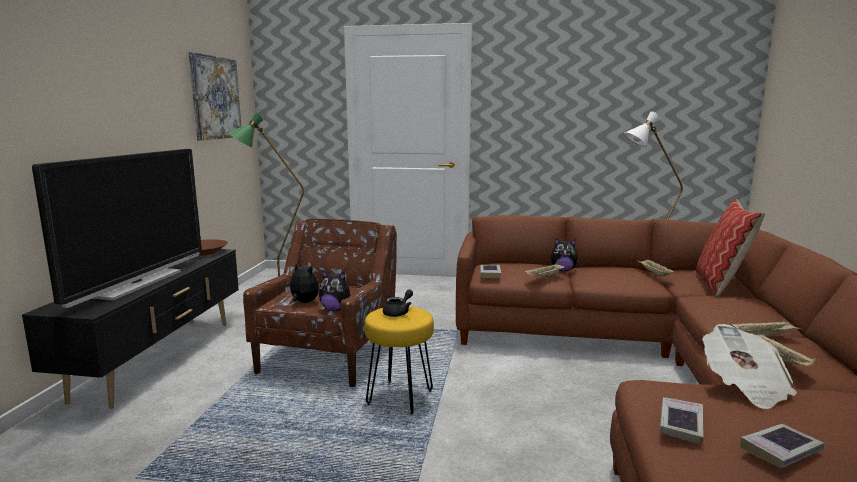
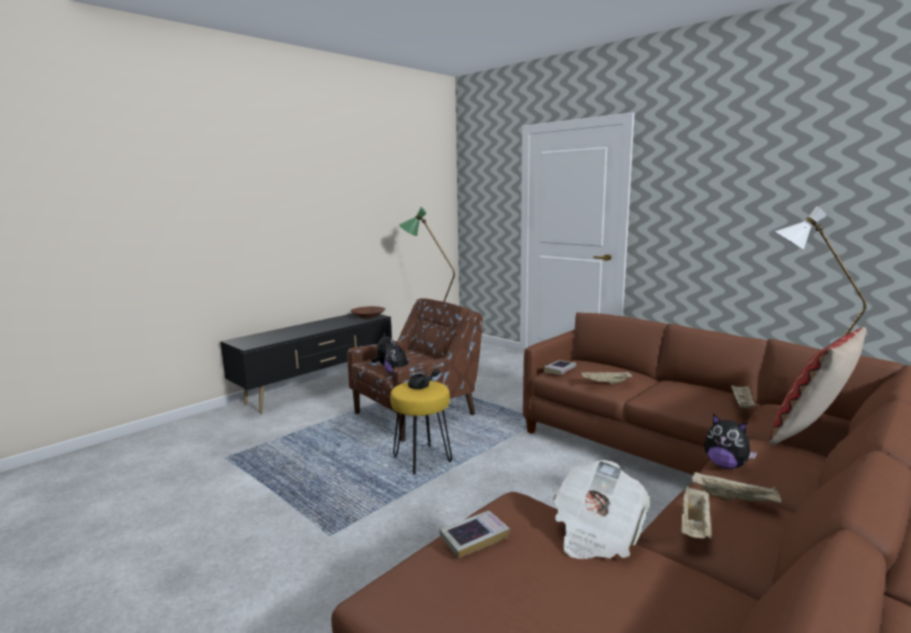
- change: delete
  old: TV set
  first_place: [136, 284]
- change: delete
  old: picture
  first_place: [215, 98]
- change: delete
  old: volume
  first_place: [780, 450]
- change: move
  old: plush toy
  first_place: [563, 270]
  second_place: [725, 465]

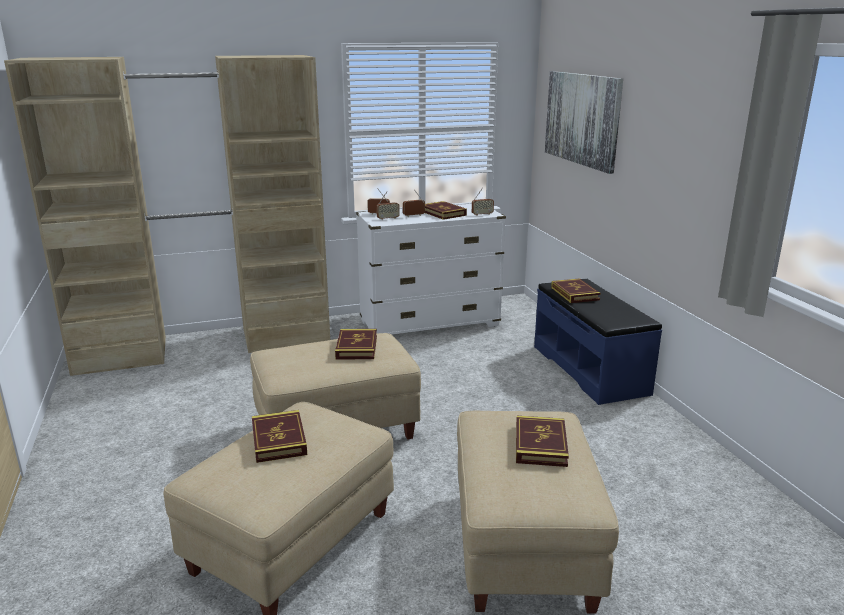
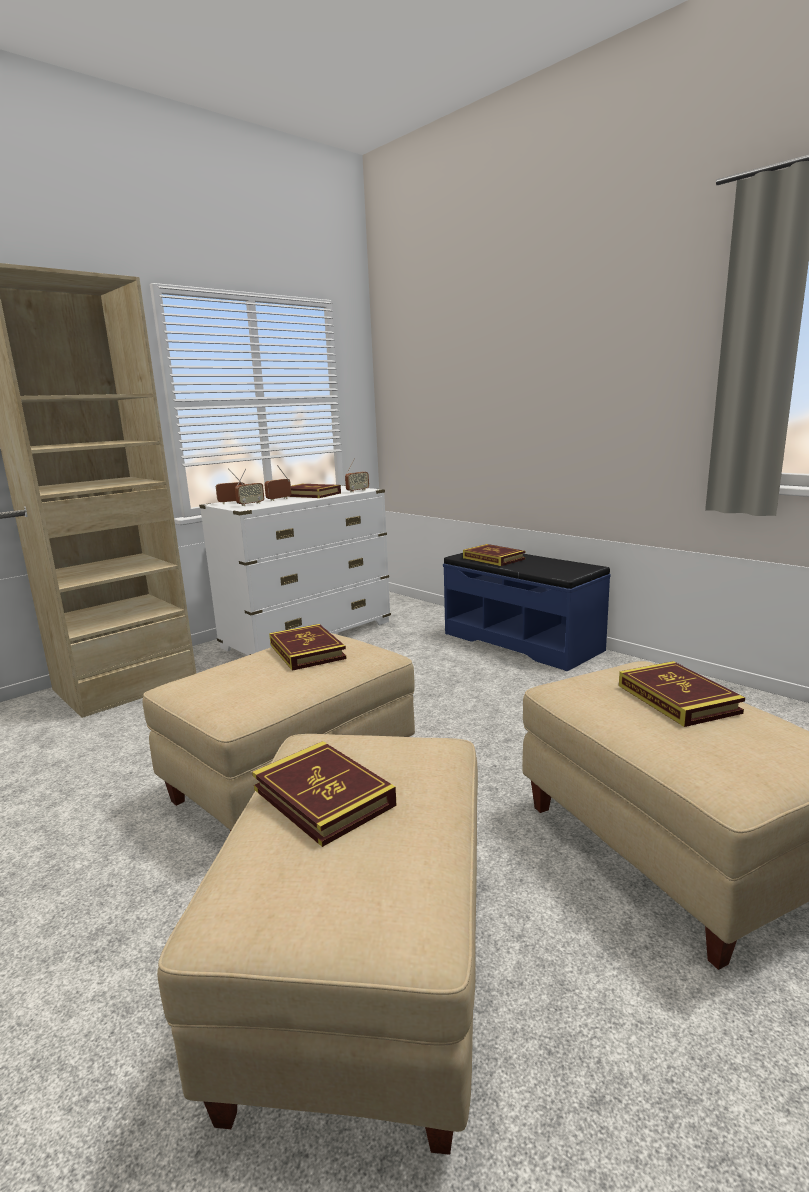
- change: delete
  old: picture
  first_place: [582, 119]

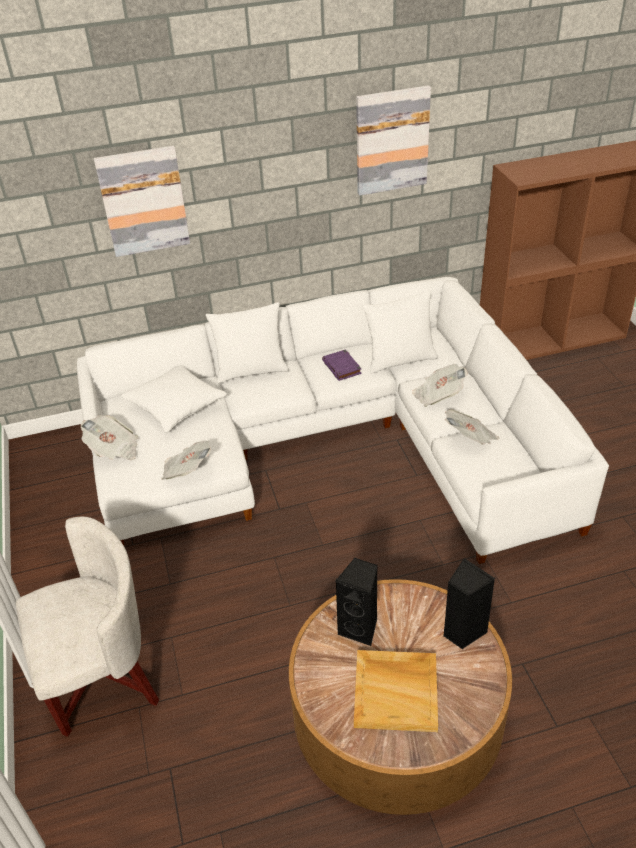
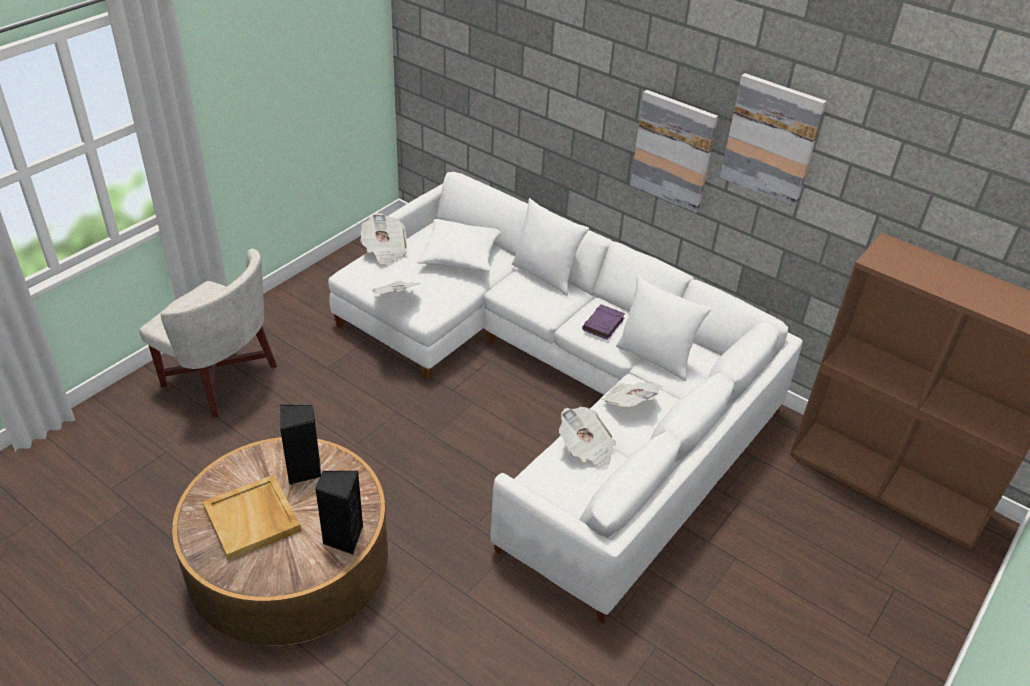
- change: move
  old: picture
  first_place: [143, 201]
  second_place: [673, 151]

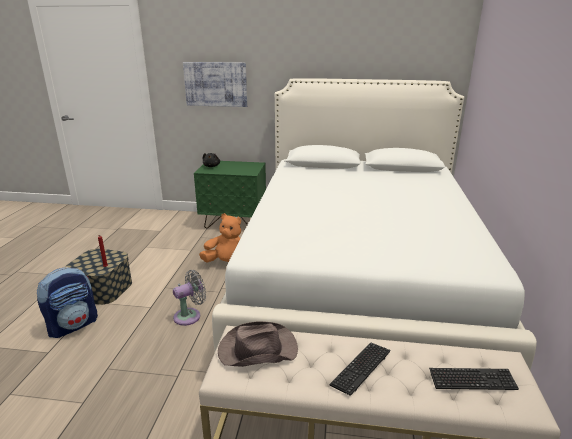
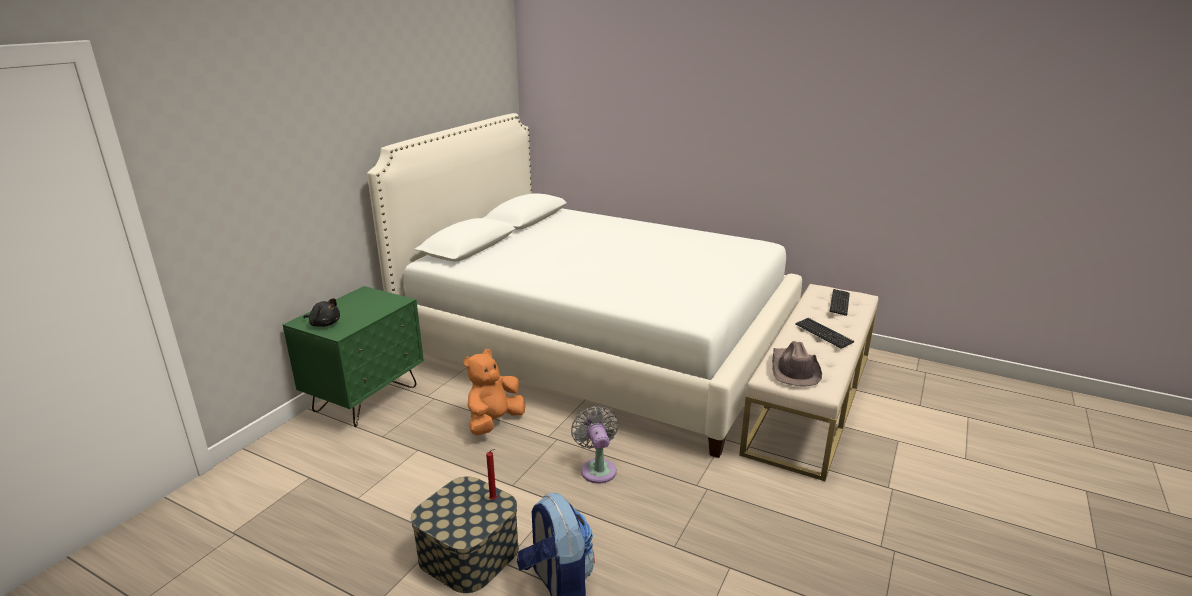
- change: delete
  old: picture
  first_place: [216, 84]

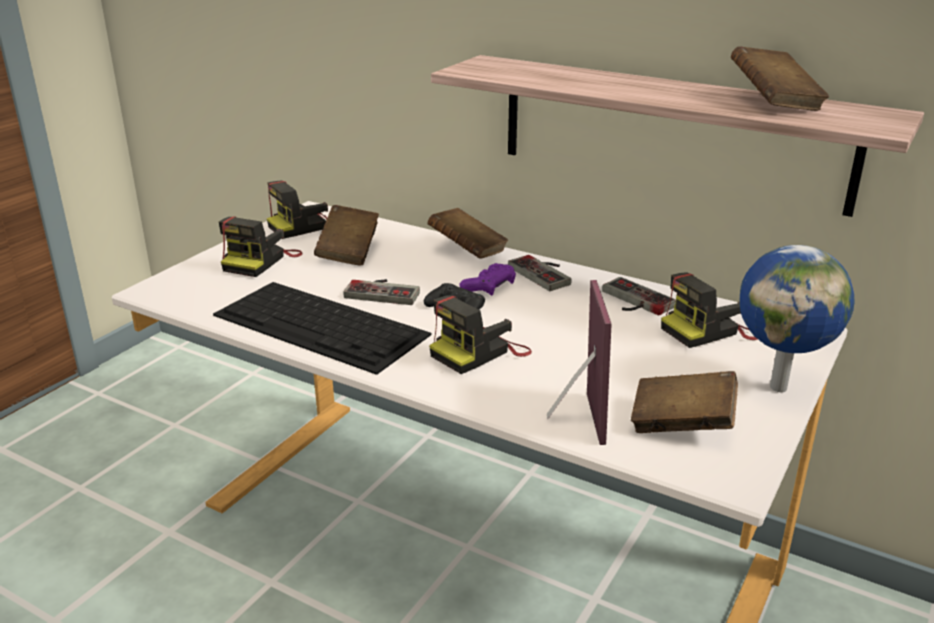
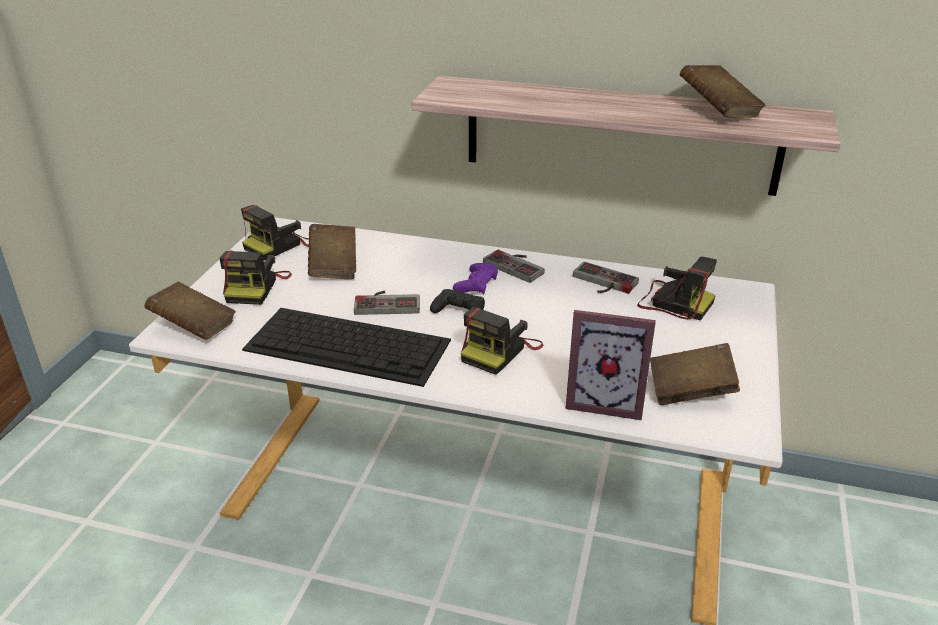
- change: delete
  old: globe
  first_place: [779, 386]
- change: move
  old: volume/brownish
  first_place: [468, 250]
  second_place: [194, 327]
- change: rotate
  old: photo frame
  first_place: [573, 418]
  second_place: [605, 401]
  degrees: 120
- change: rotate
  old: photo camera
  first_place: [708, 331]
  second_place: [673, 302]
  degrees: -105

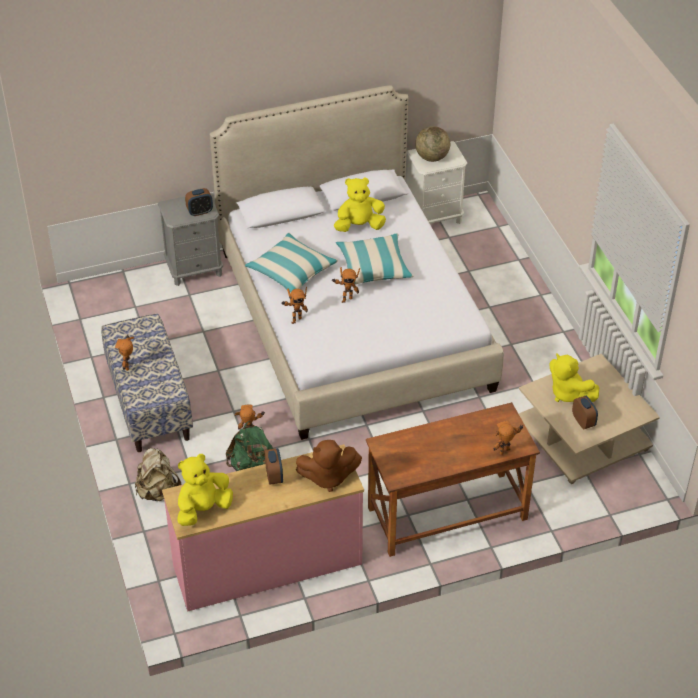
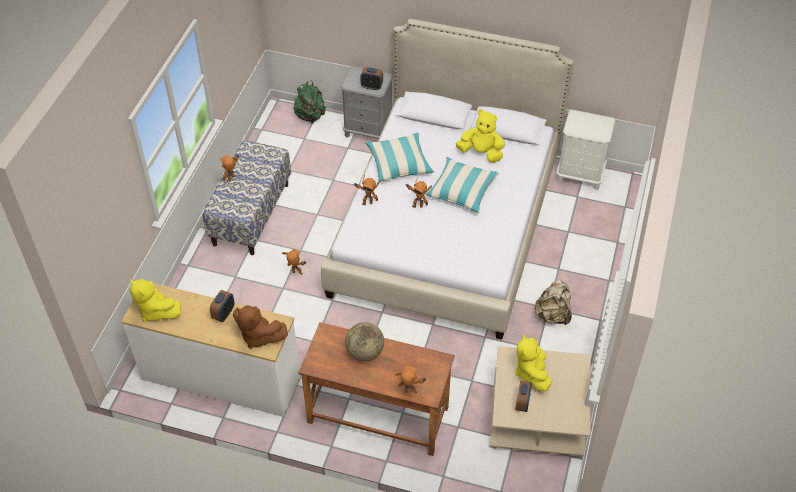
- change: move
  old: rucksack/beige-coloured
  first_place: [158, 491]
  second_place: [553, 315]
- change: move
  old: rucksack/green-coloured
  first_place: [252, 466]
  second_place: [310, 116]
- change: move
  old: globe
  first_place: [432, 157]
  second_place: [365, 352]
- change: recolor
  old: chest of drawers/pink
  new: chest of drawers/white
  first_place: [268, 566]
  second_place: [220, 378]
- change: rotate
  old: plush toy/yellowish
  first_place: [203, 509]
  second_place: [156, 311]
  degrees: -135

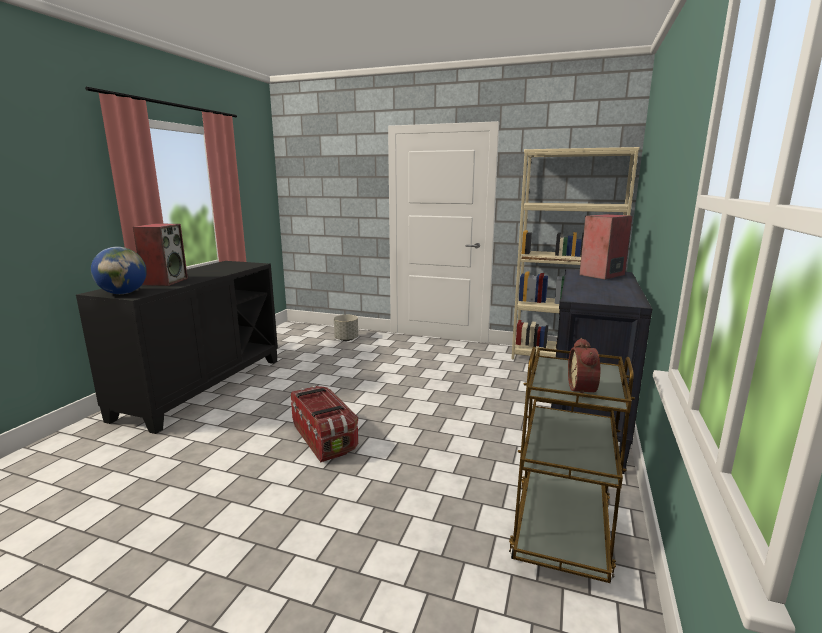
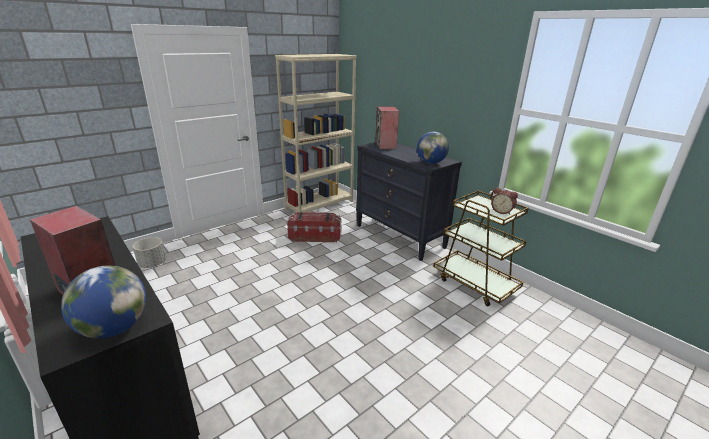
- change: insert
  new: globe
  second_place: [430, 162]
- change: move
  old: storage container
  first_place: [324, 438]
  second_place: [315, 236]

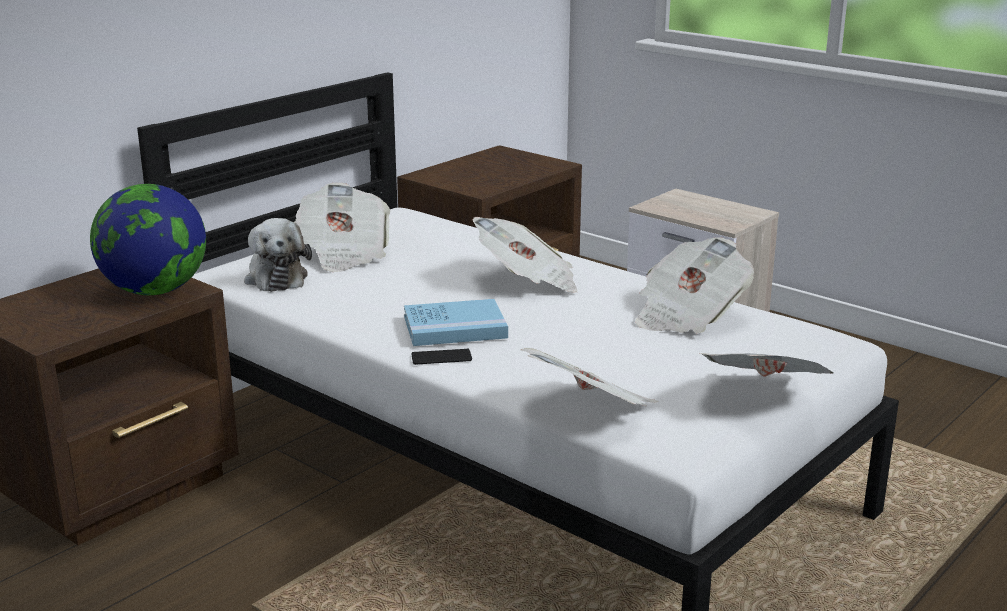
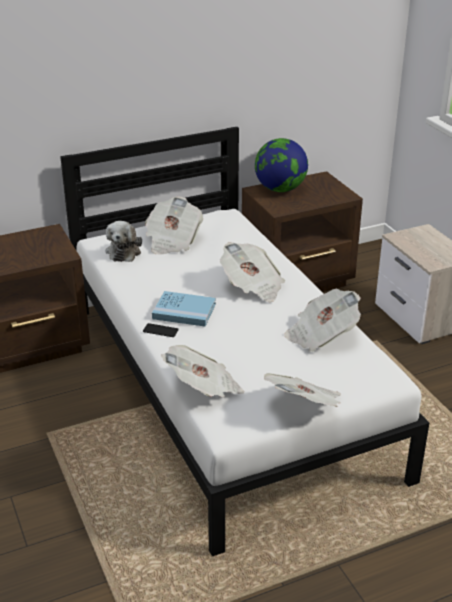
- change: move
  old: globe
  first_place: [155, 291]
  second_place: [280, 189]

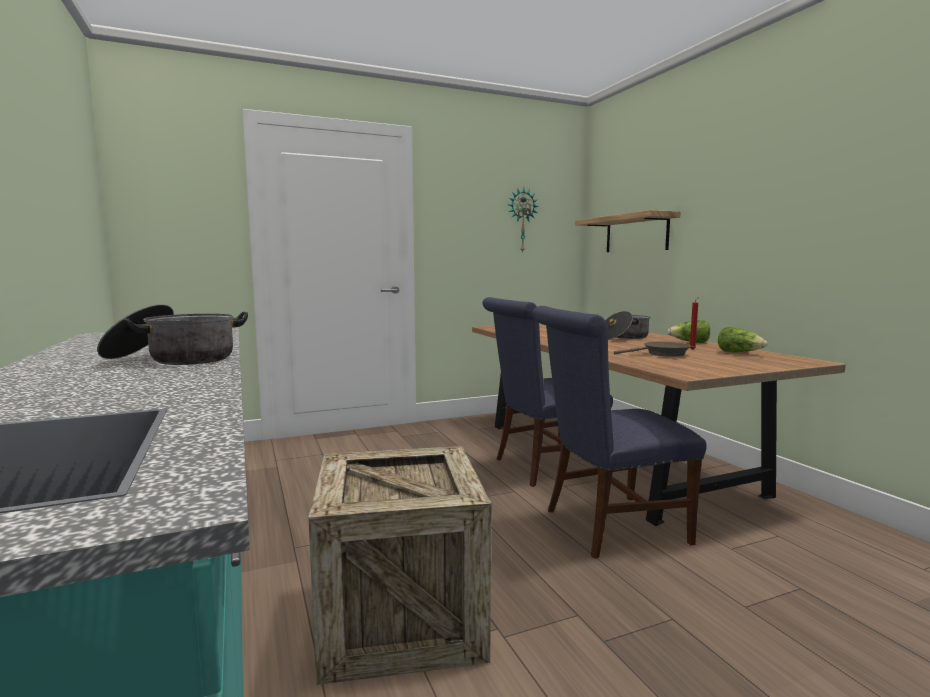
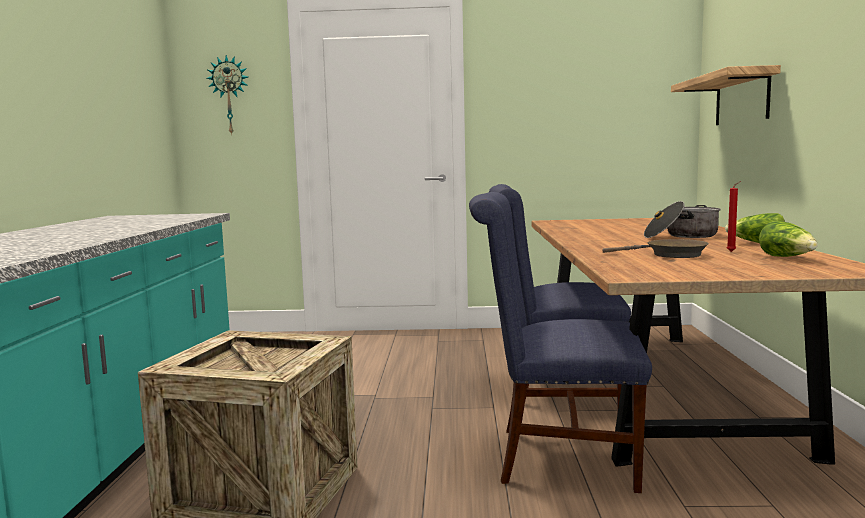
- change: delete
  old: stockpot
  first_place: [174, 359]
- change: move
  old: wall clock
  first_place: [521, 220]
  second_place: [229, 95]

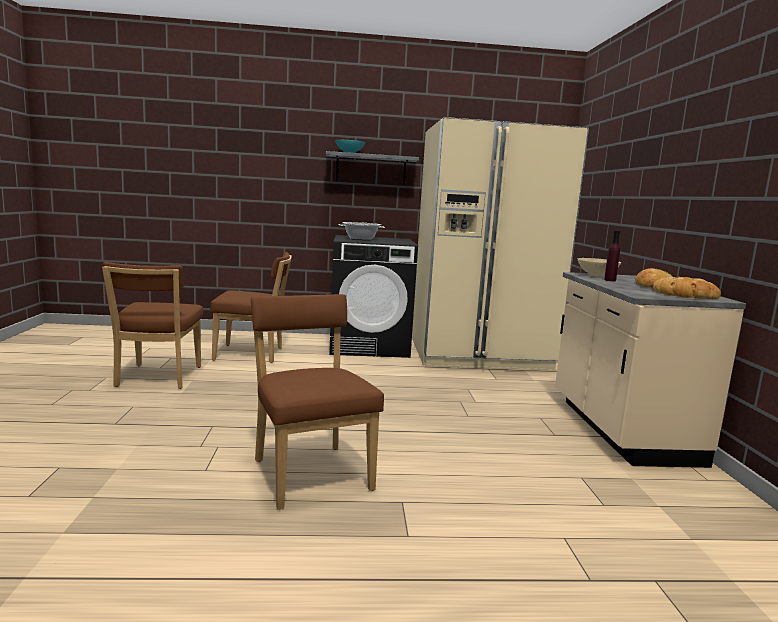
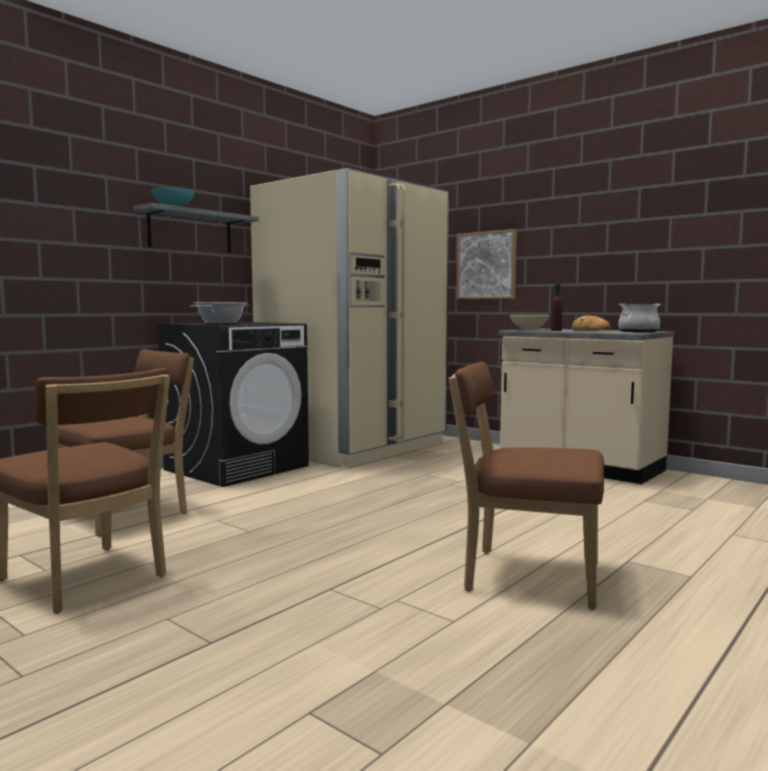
- change: insert
  new: picture
  second_place: [486, 265]
- change: replace
  old: baked bread
  new: stockpot
  first_place: [684, 295]
  second_place: [638, 331]

